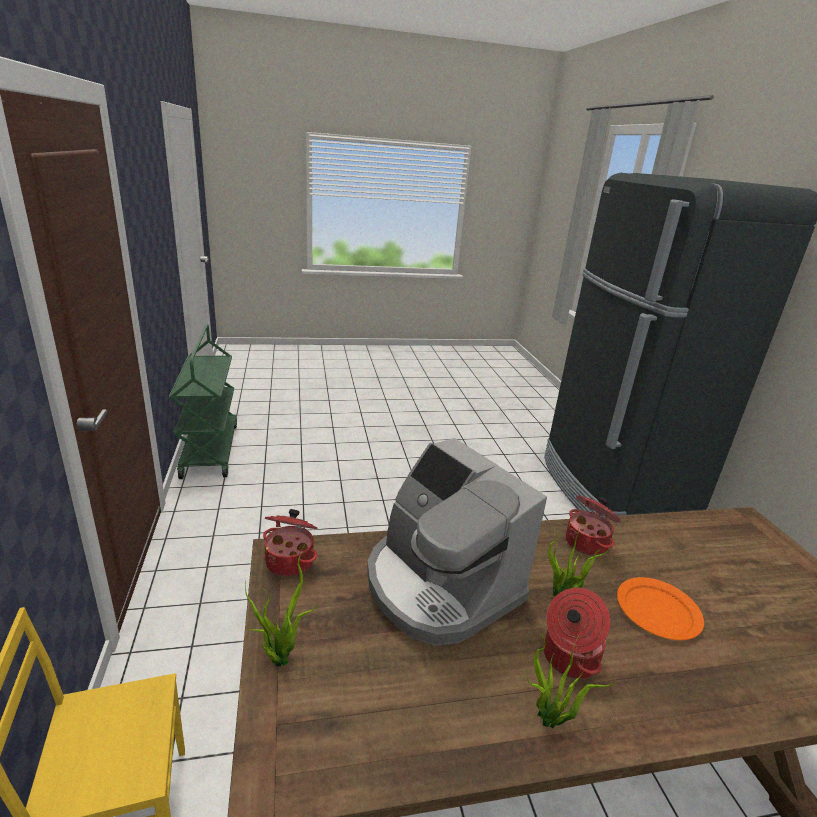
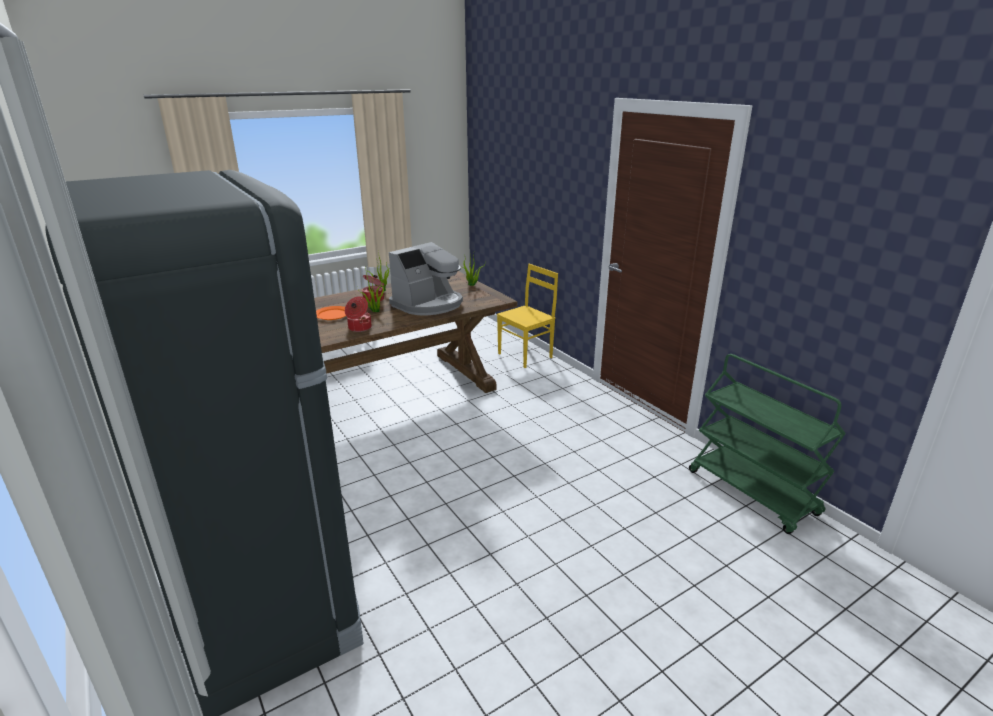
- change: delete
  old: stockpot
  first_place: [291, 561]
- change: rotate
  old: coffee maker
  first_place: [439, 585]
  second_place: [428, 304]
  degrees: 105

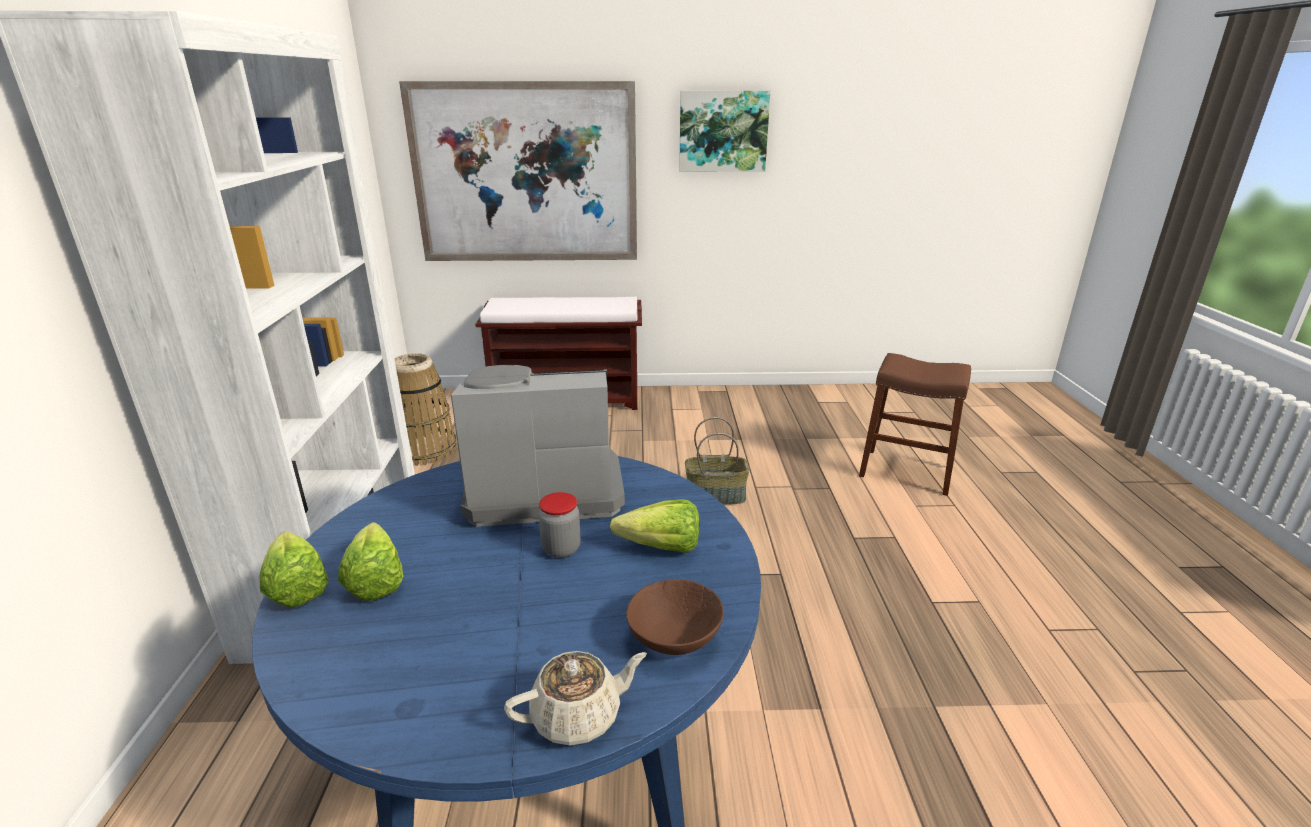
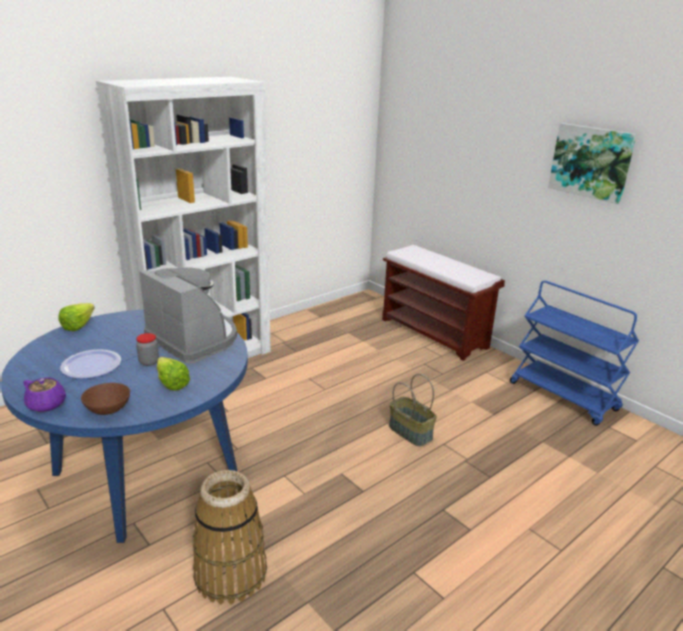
- change: delete
  old: head of lettuce
  first_place: [378, 576]
- change: delete
  old: picture
  first_place: [526, 174]
- change: delete
  old: stool seat/brownish
  first_place: [906, 471]
- change: insert
  new: flat dish
  second_place: [91, 365]
- change: insert
  new: wheeled cart/blue-coloured
  second_place: [564, 397]
- change: move
  old: storage basket
  first_place: [425, 450]
  second_place: [230, 573]
- change: recolor
  old: tea pot/beige-coloured
  new: tea pot/purple
  first_place: [578, 716]
  second_place: [47, 405]

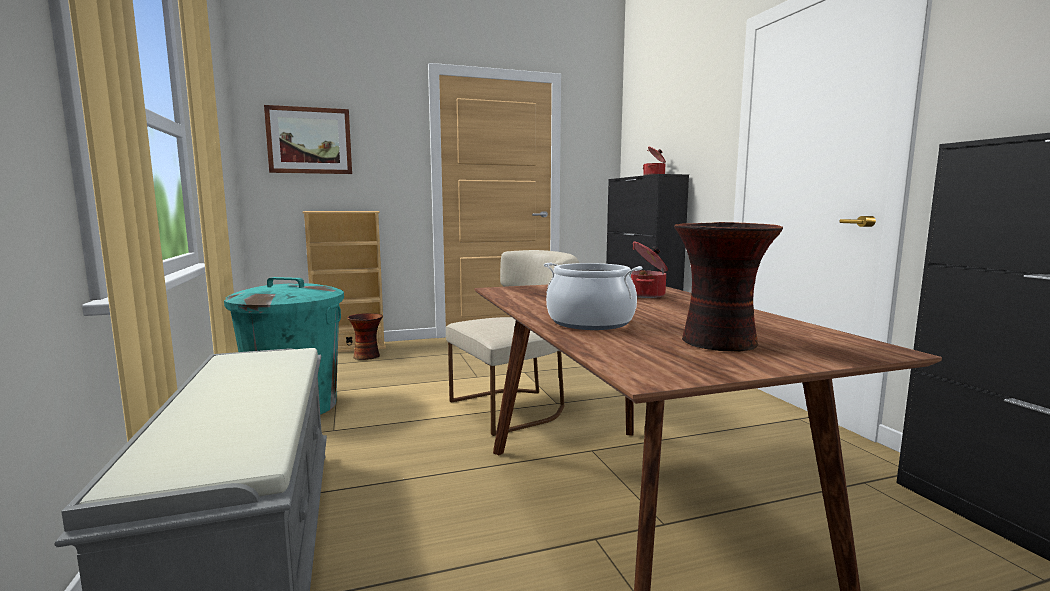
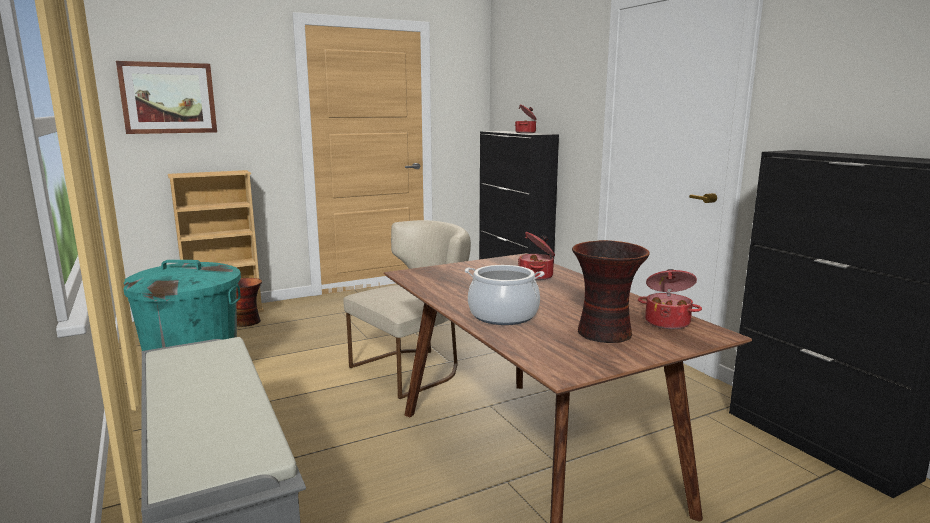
- change: insert
  new: stockpot
  second_place: [667, 322]

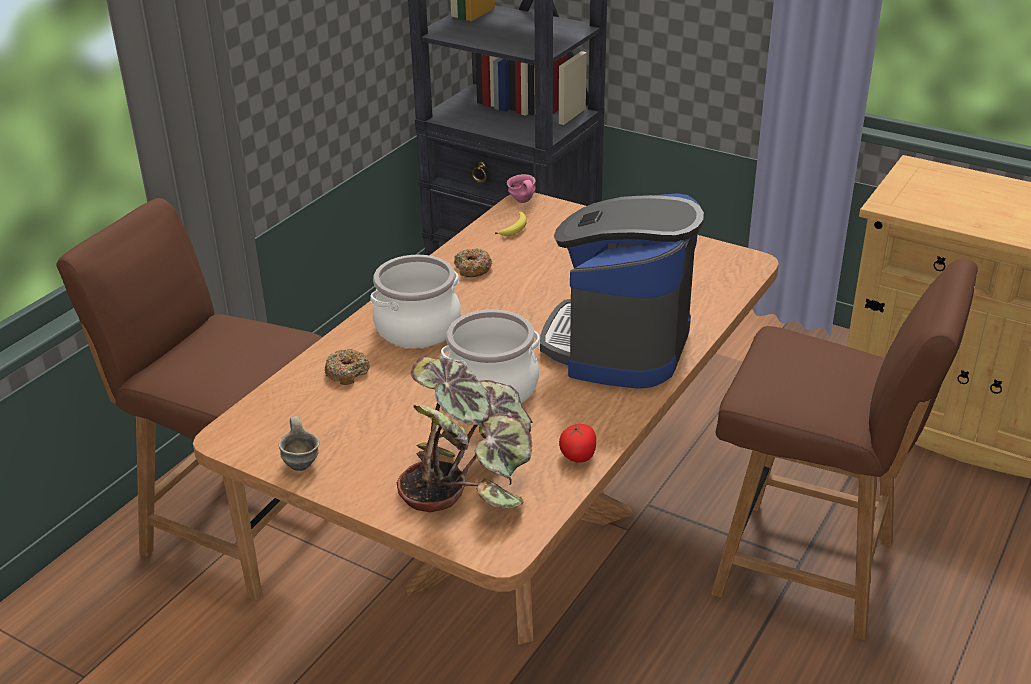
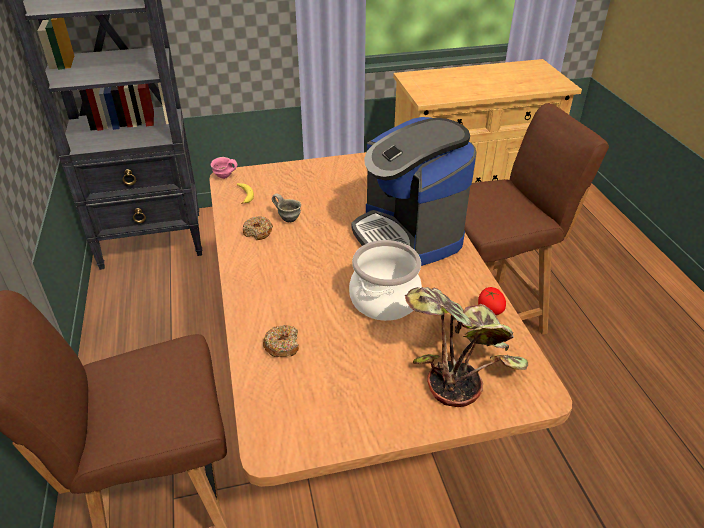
- change: delete
  old: stockpot
  first_place: [418, 328]
- change: move
  old: coffee mug/gray
  first_place: [303, 462]
  second_place: [288, 218]

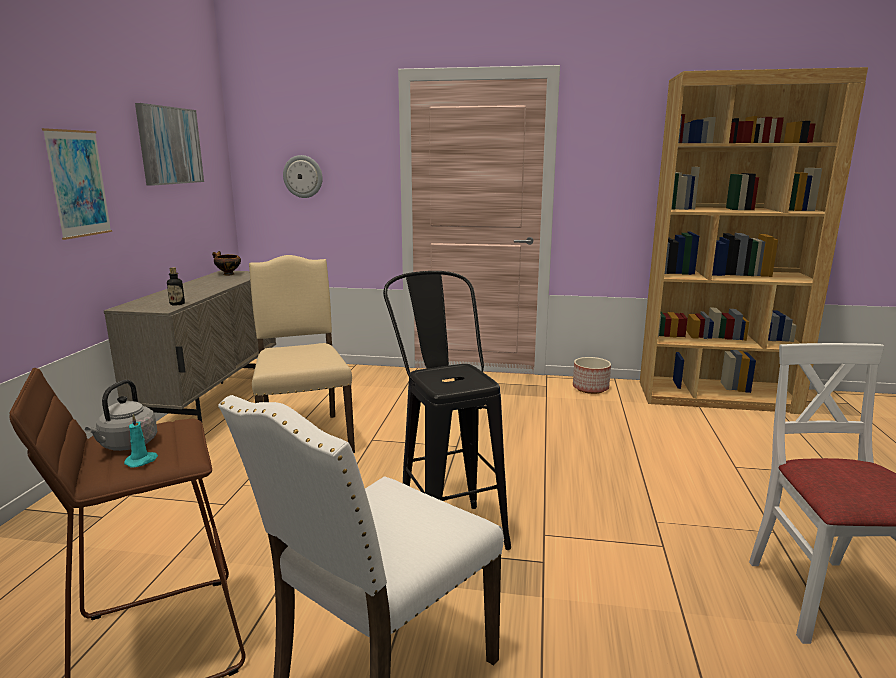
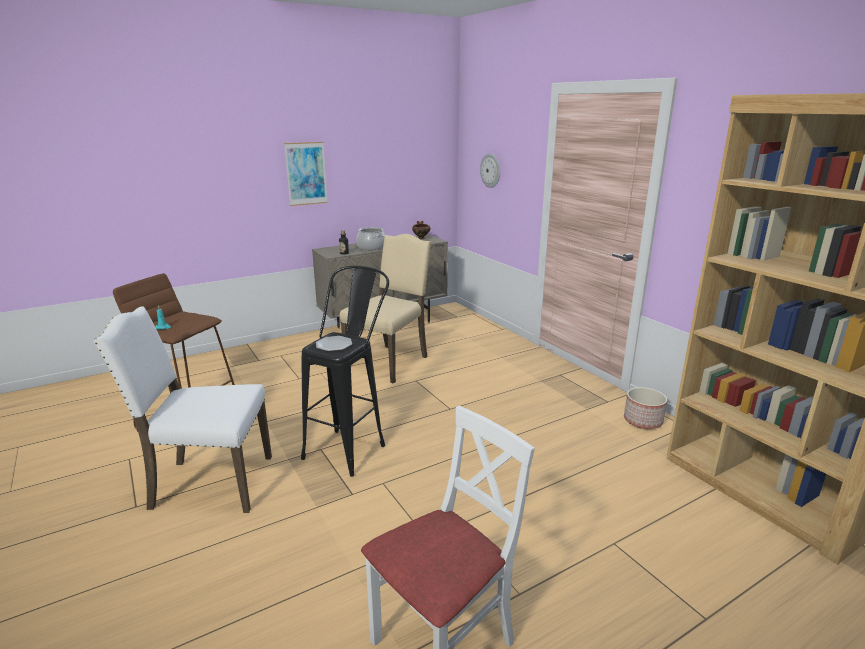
- change: delete
  old: water kettle/gray
  first_place: [127, 445]
- change: delete
  old: picture
  first_place: [169, 145]
- change: insert
  new: flat dish
  second_place: [333, 345]
- change: insert
  new: stockpot
  second_place: [371, 247]

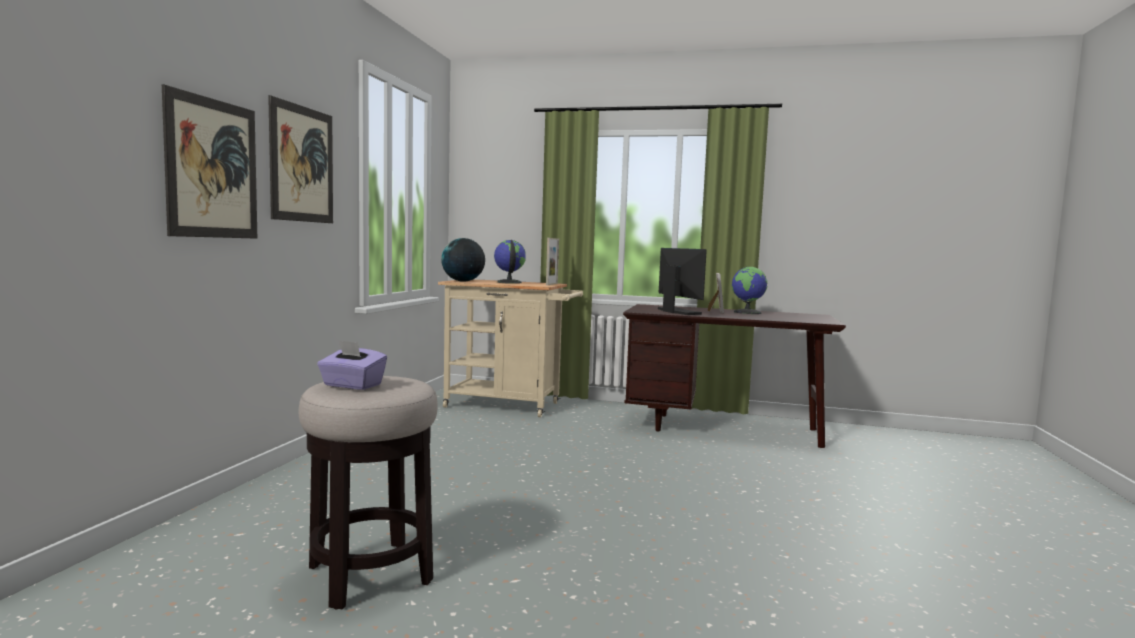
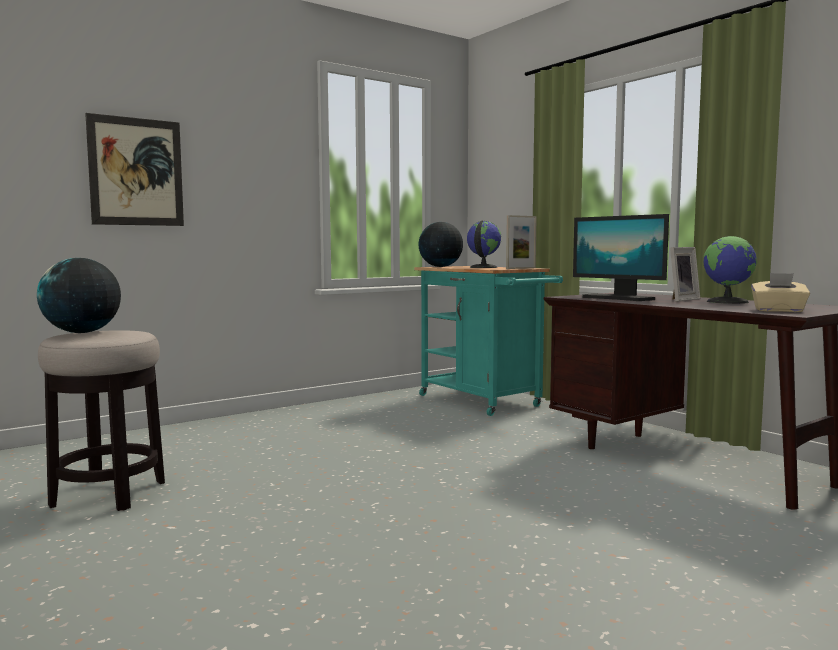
- change: delete
  old: picture
  first_place: [302, 164]
- change: insert
  new: box of tissues/beige-coloured
  second_place: [778, 310]
- change: replace
  old: box of tissues/purple
  new: globe
  first_place: [352, 385]
  second_place: [82, 332]
- change: recolor
  old: wheeled cart/beige-coloured
  new: wheeled cart/blue-green
  first_place: [509, 405]
  second_place: [484, 402]
- change: rotate
  old: monitor
  first_place: [677, 312]
  second_place: [618, 298]
  degrees: 120

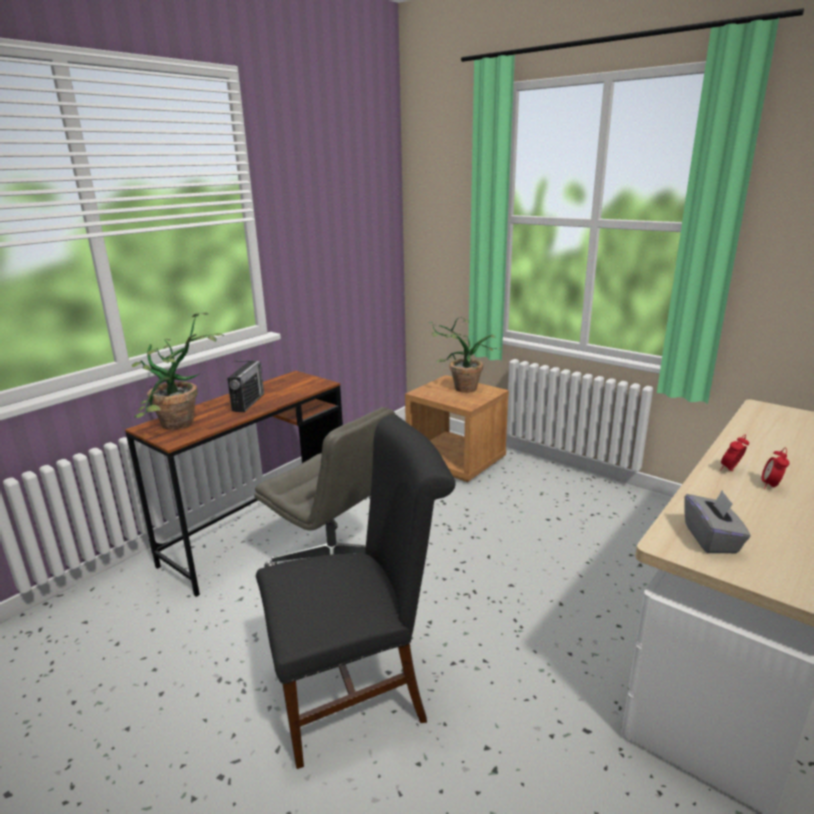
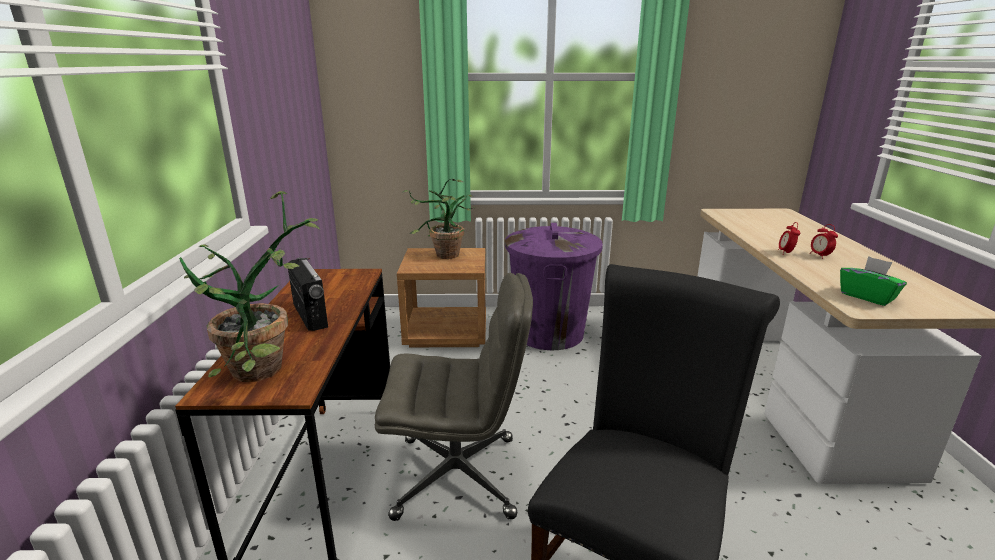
- change: insert
  new: trash can/purple
  second_place: [549, 333]
- change: recolor
  old: box of tissues/gray
  new: box of tissues/green-coloured
  first_place: [711, 539]
  second_place: [867, 296]

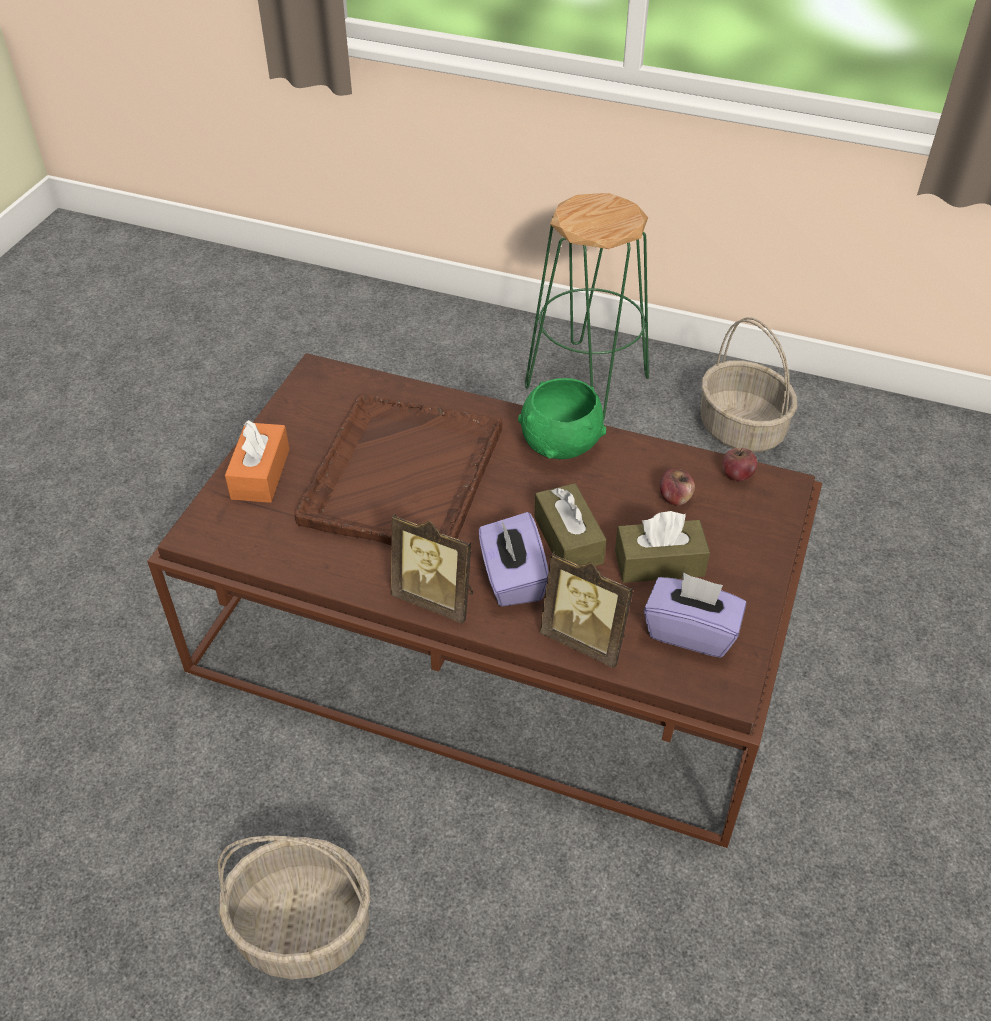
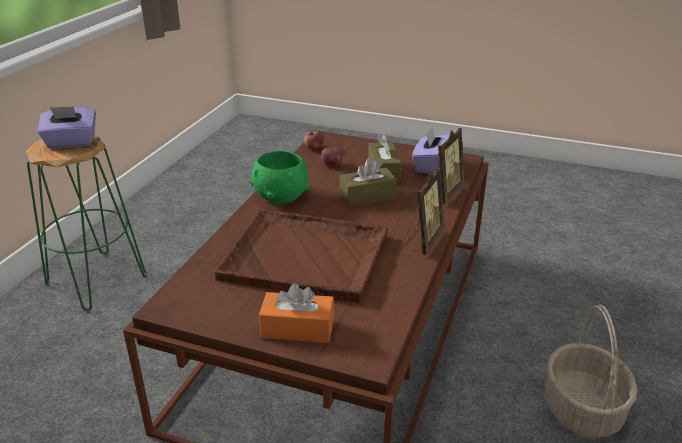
- change: delete
  old: storage basket
  first_place: [742, 429]
- change: move
  old: box of tissues/purple
  first_place: [512, 578]
  second_place: [71, 142]

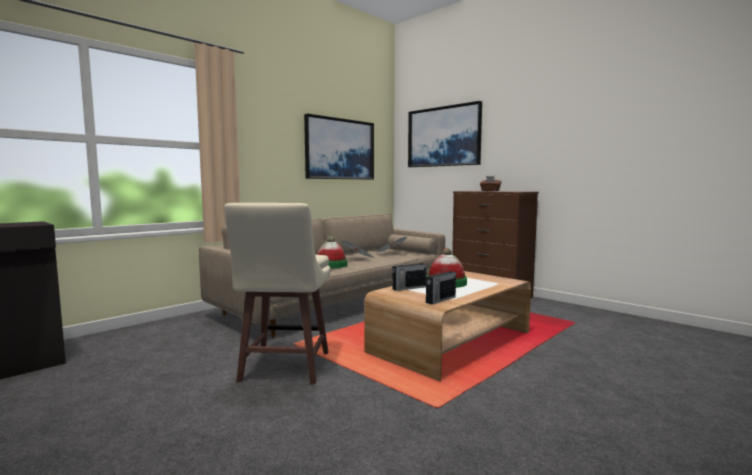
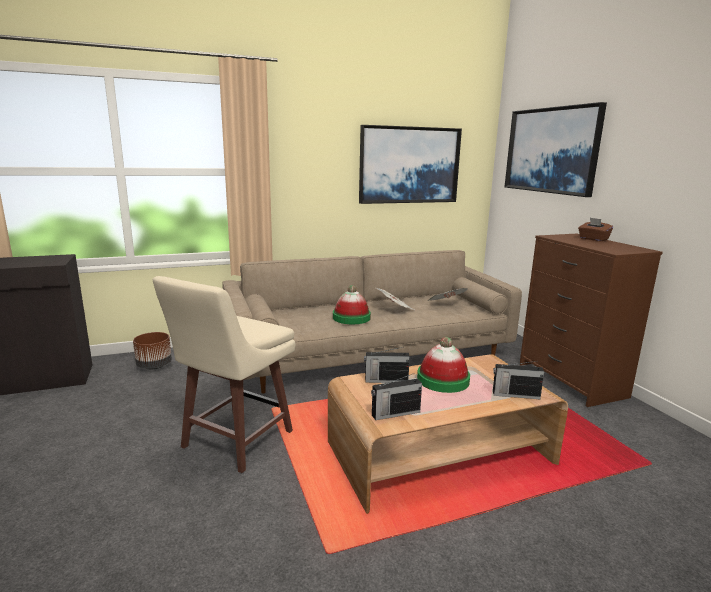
- change: insert
  new: flower pot/brownish
  second_place: [154, 366]
- change: insert
  new: radio
  second_place: [515, 395]

